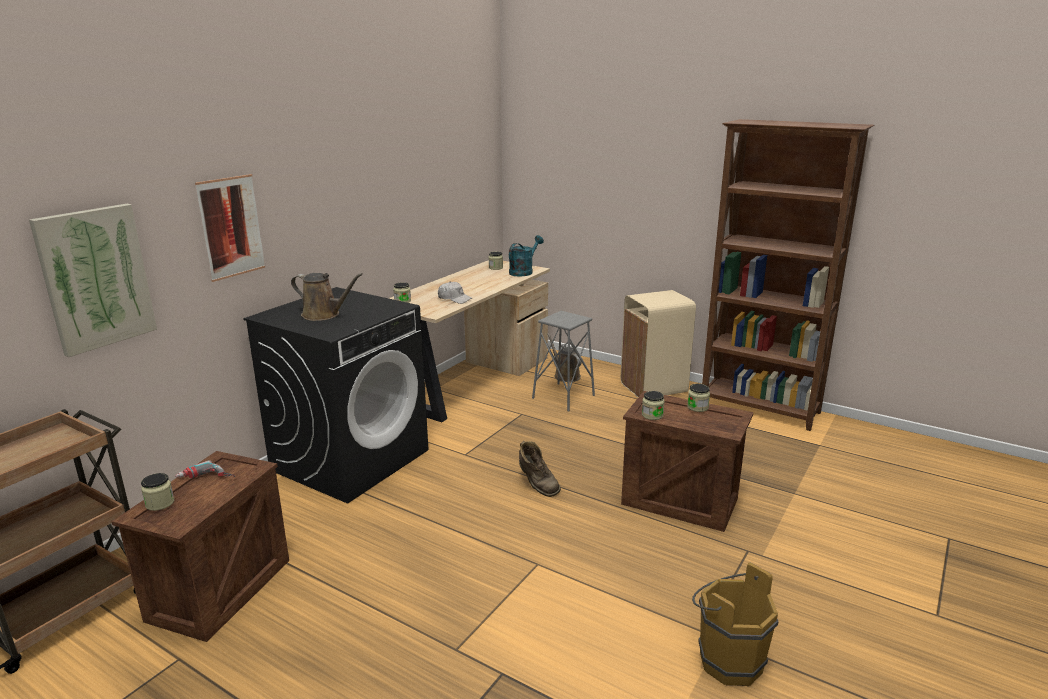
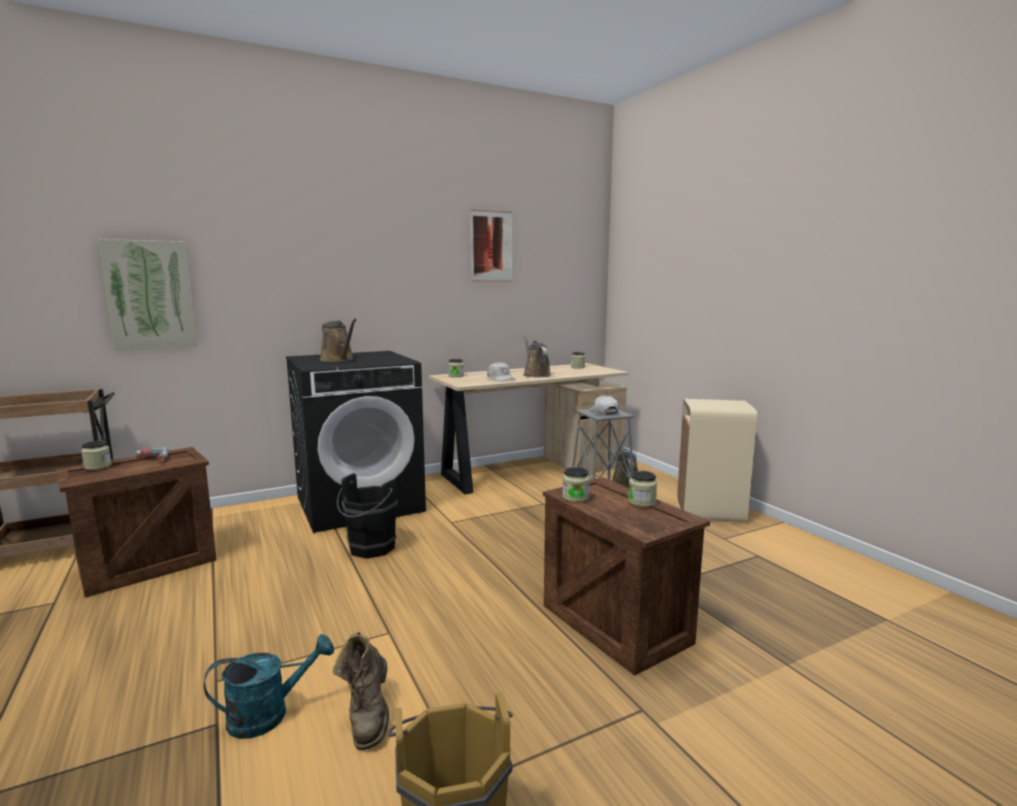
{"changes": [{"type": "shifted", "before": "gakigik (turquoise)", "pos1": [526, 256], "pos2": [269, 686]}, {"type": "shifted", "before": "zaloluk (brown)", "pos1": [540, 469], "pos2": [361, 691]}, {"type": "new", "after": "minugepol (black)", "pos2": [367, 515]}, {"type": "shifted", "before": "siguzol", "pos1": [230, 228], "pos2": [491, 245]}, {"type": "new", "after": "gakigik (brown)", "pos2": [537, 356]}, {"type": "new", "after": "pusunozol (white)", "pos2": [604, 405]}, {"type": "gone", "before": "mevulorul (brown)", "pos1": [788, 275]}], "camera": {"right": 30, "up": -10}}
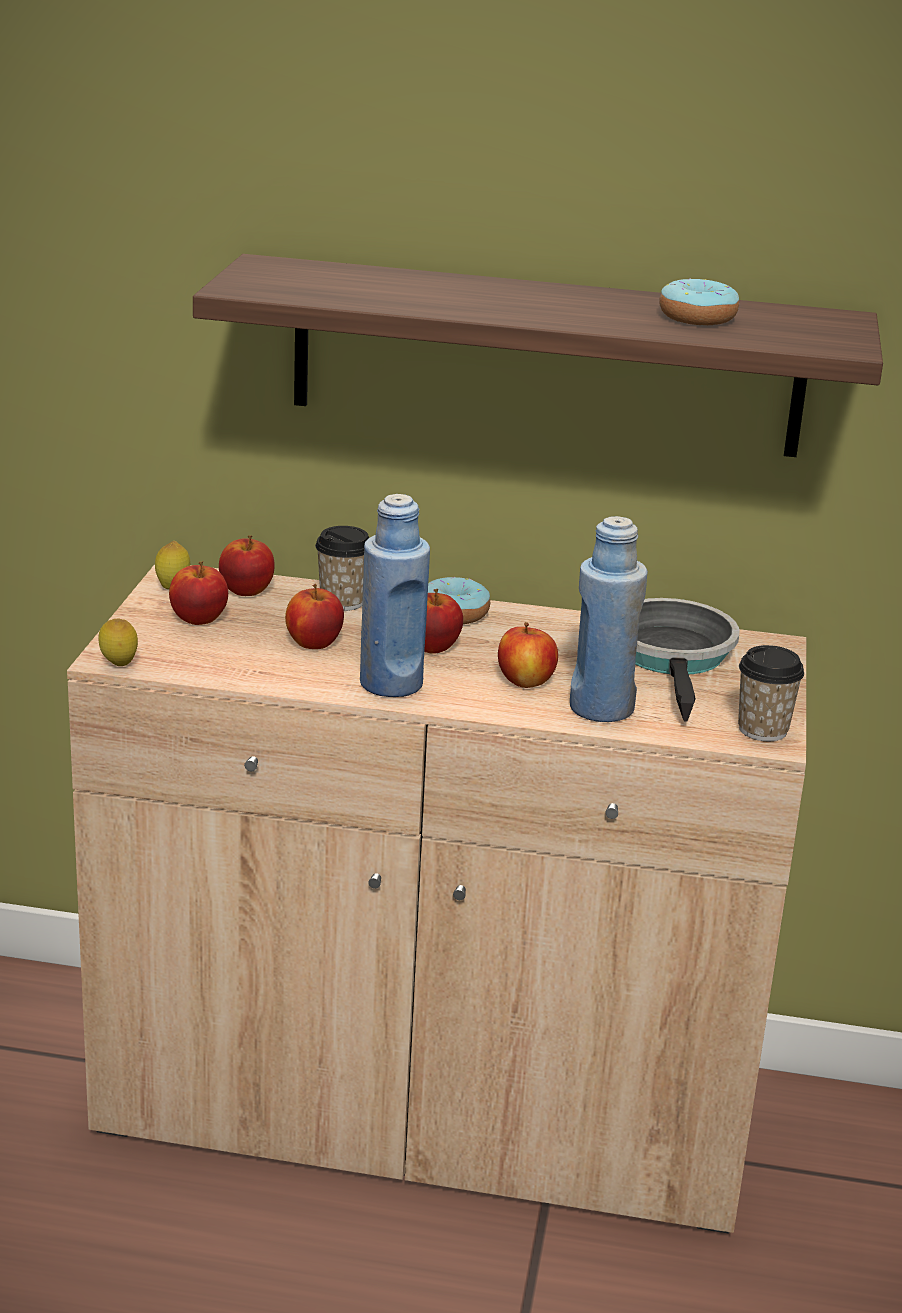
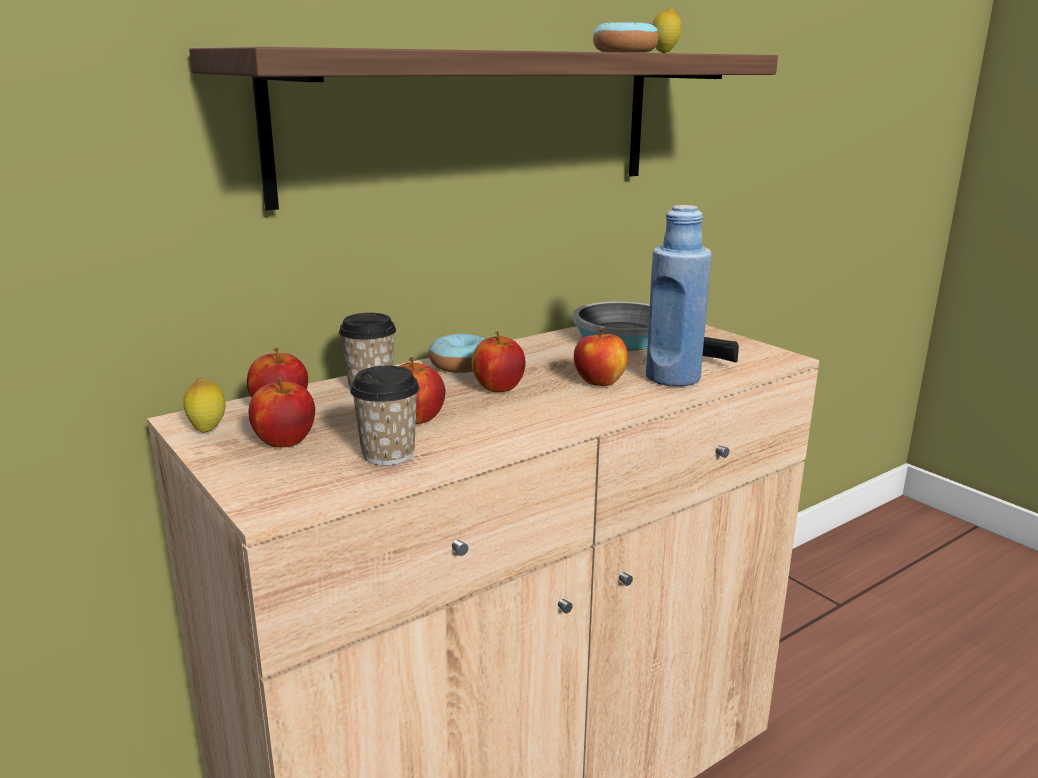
{"changes": [{"type": "shifted", "before": "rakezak", "pos1": [771, 693], "pos2": [384, 415]}, {"type": "shifted", "before": "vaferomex", "pos1": [118, 642], "pos2": [667, 30]}, {"type": "gone", "before": "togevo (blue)", "pos1": [395, 595]}], "camera": {"right": -45, "up": -5}}
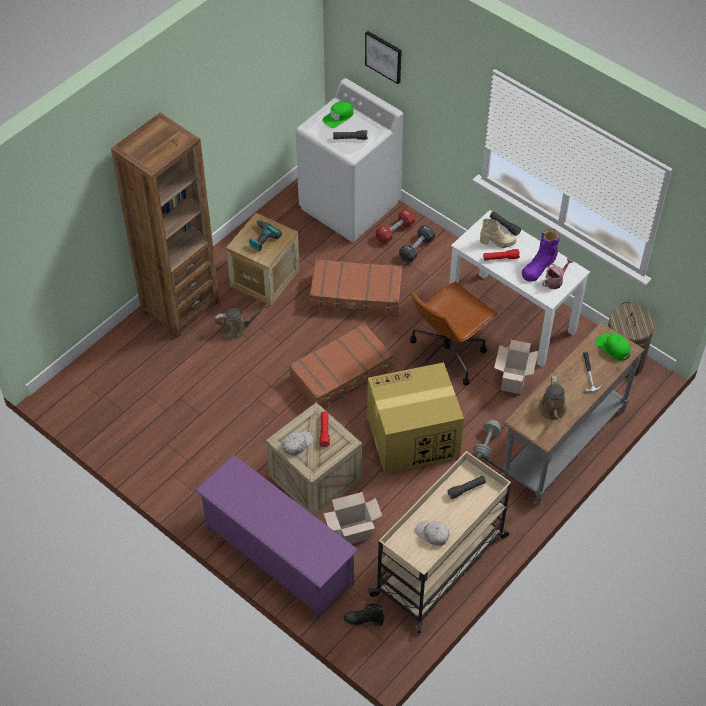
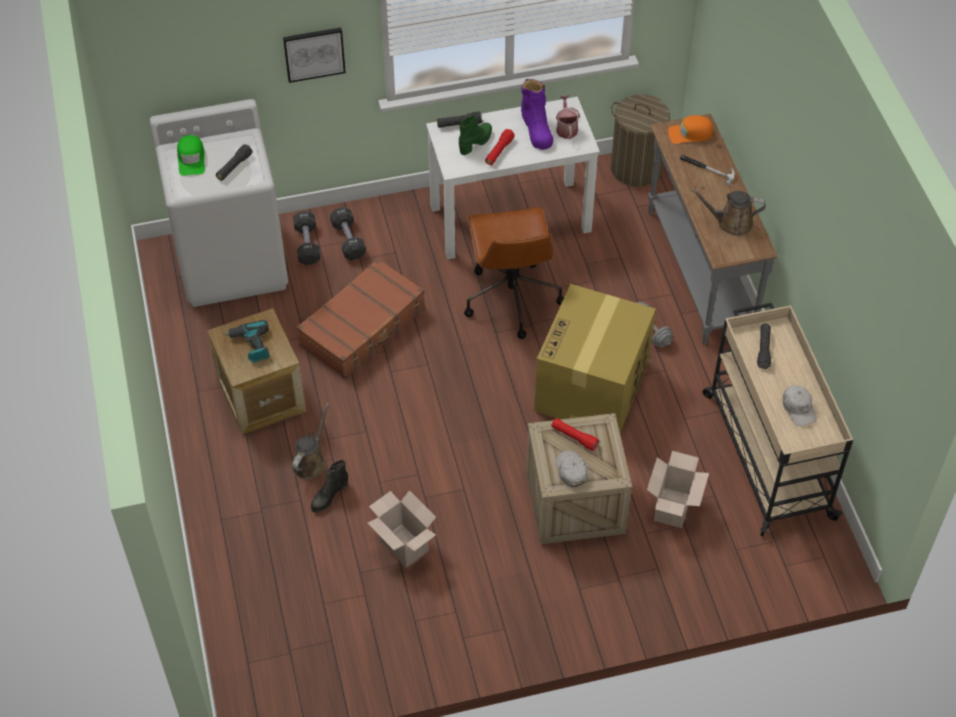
{"changes": [{"type": "shifted", "before": "siguzol", "pos1": [383, 57], "pos2": [314, 55]}, {"type": "repainted", "before": "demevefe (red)", "after": "demevefe (black)", "pos1": [395, 226], "pos2": [306, 238]}, {"type": "shifted", "before": "zaloluk (black)", "pos1": [363, 614], "pos2": [329, 486]}, {"type": "shifted", "before": "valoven", "pos1": [516, 367], "pos2": [402, 528]}, {"type": "repainted", "before": "zaloluk (beige)", "after": "zaloluk (green)", "pos1": [498, 233], "pos2": [475, 135]}, {"type": "repainted", "before": "pusunozol (green)", "after": "pusunozol (orange)", "pos1": [612, 347], "pos2": [690, 129]}, {"type": "rotated", "before": "gakigik (brown)", "pos1": [552, 399], "pos2": [728, 212], "turn": 150}, {"type": "rotated", "before": "pusunozol (white)", "pos1": [432, 533], "pos2": [800, 405], "turn": -90}, {"type": "gone", "before": "mevulorul (brown)", "pos1": [165, 225]}, {"type": "gone", "before": "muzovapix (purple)", "pos1": [276, 536]}, {"type": "gone", "before": "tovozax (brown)", "pos1": [341, 365]}], "camera": {"right": -55, "up": 0}}
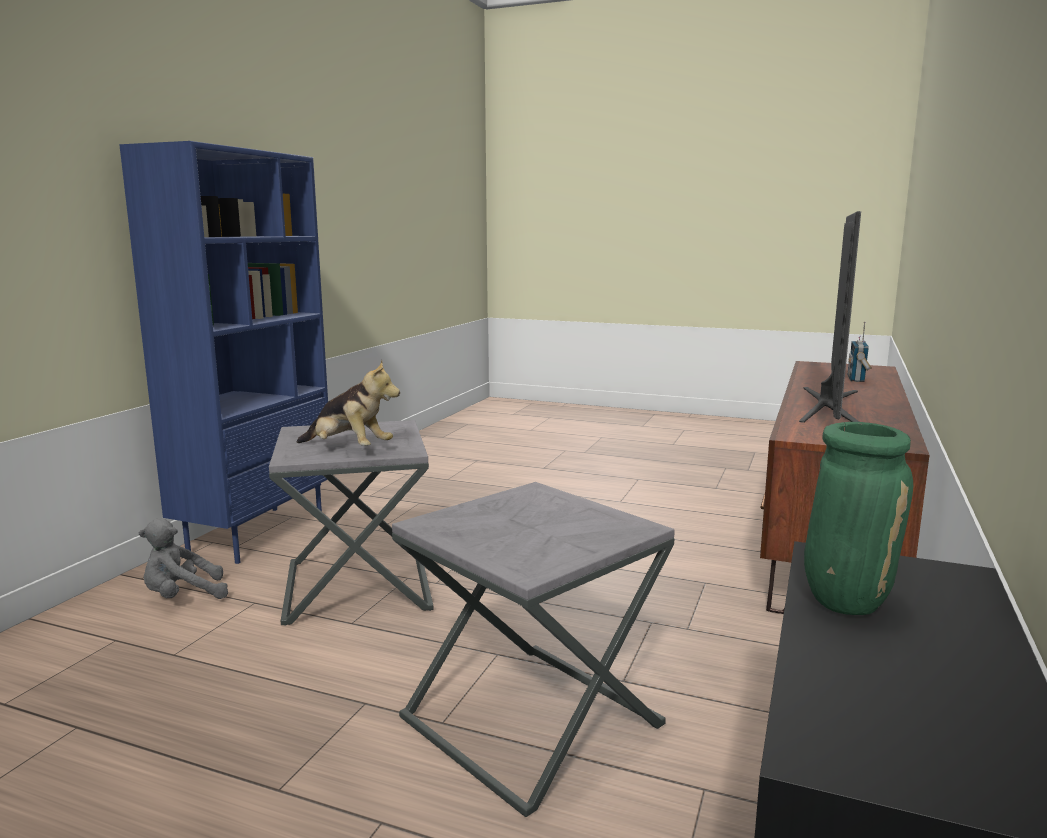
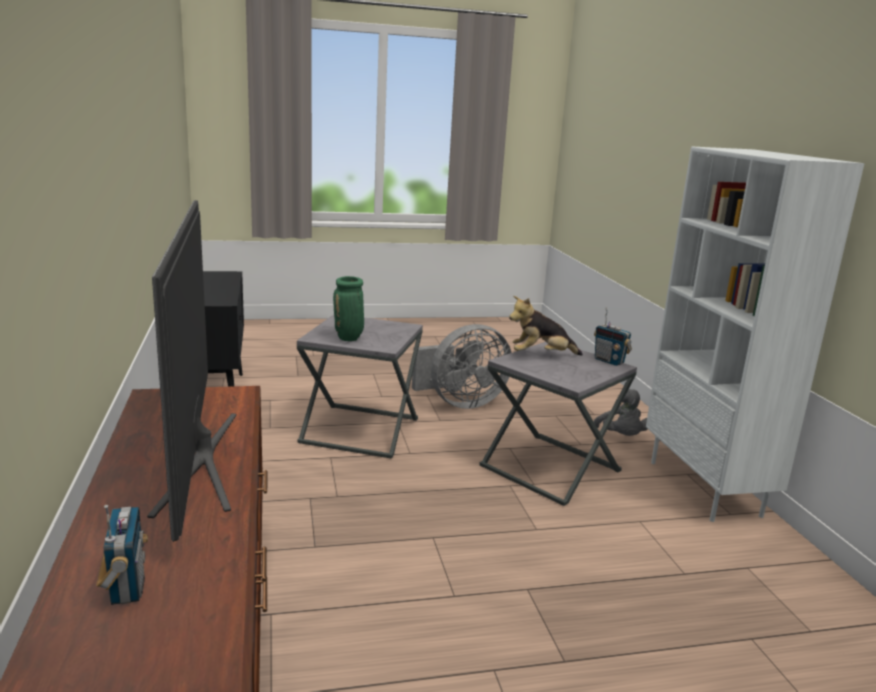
{"changes": [{"type": "shifted", "before": "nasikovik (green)", "pos1": [858, 518], "pos2": [348, 308]}, {"type": "new", "after": "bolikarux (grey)", "pos2": [462, 366]}, {"type": "new", "after": "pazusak", "pos2": [613, 336]}, {"type": "rotated", "before": "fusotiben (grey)", "pos1": [183, 558], "pos2": [621, 412], "turn": 135}, {"type": "repainted", "before": "mevulorul (blue)", "after": "mevulorul (white)", "pos1": [223, 352], "pos2": [755, 334]}], "camera": {"right": 145, "up": 5}}
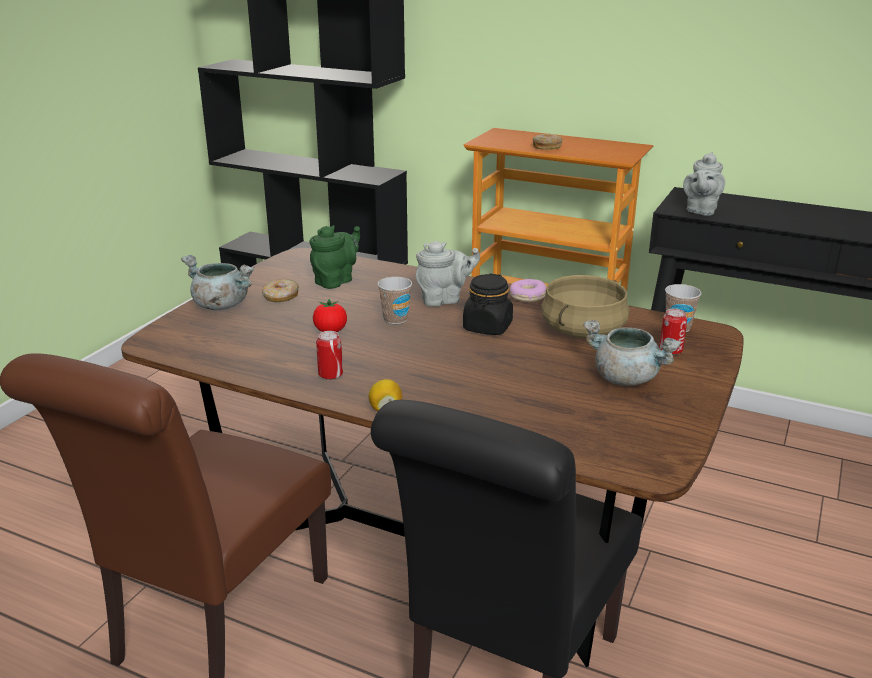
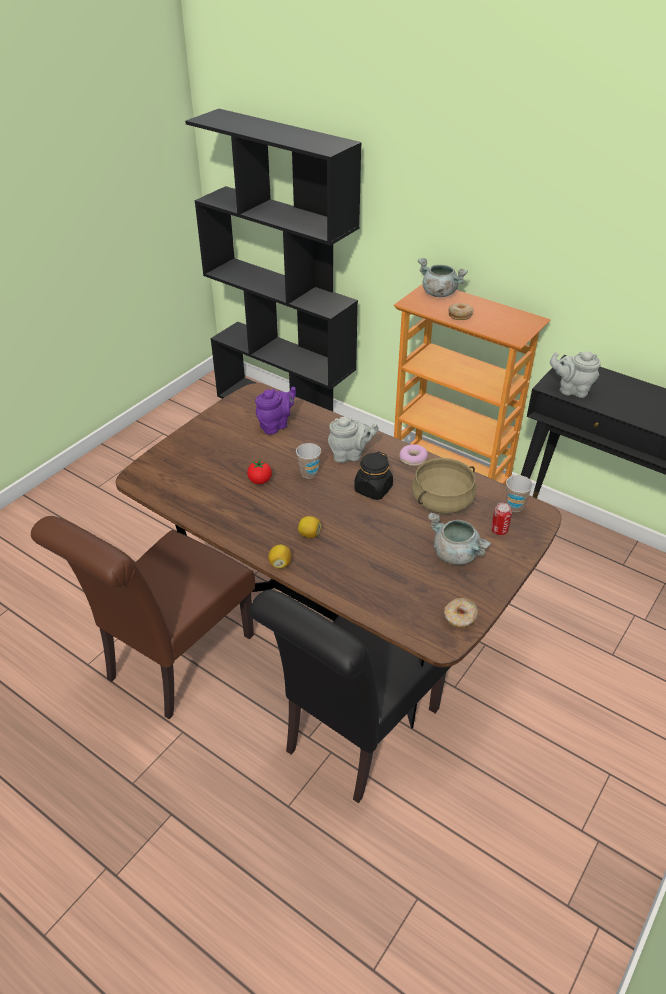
{"changes": [{"type": "repainted", "before": "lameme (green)", "after": "lameme (purple)", "pos1": [334, 257], "pos2": [275, 411]}, {"type": "new", "after": "vaferomex", "pos2": [309, 527]}, {"type": "shifted", "before": "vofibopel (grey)", "pos1": [217, 282], "pos2": [443, 277]}, {"type": "shifted", "before": "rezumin", "pos1": [280, 290], "pos2": [461, 613]}, {"type": "rotated", "before": "lameme (grey)", "pos1": [704, 184], "pos2": [575, 374], "turn": 75}, {"type": "gone", "before": "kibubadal", "pos1": [329, 355]}], "camera": {"right": 10, "up": 15}}
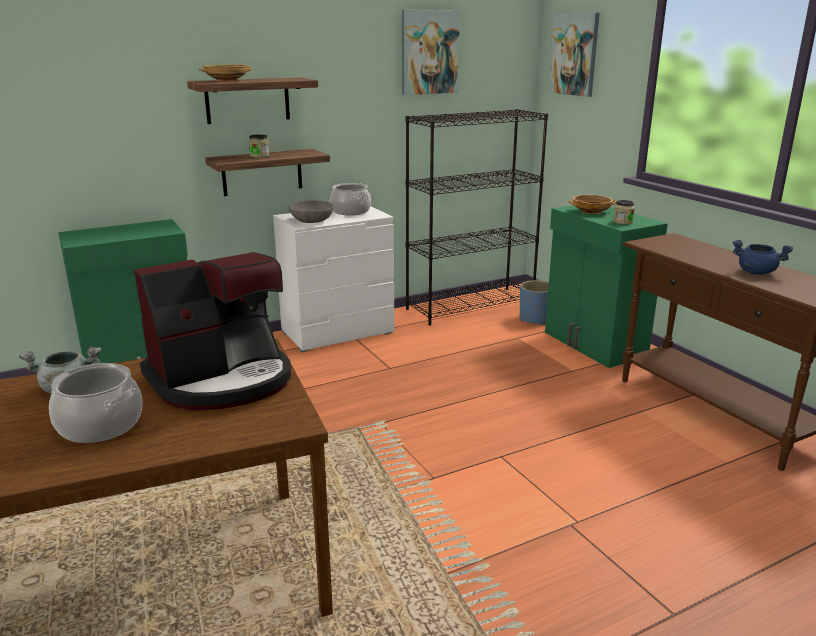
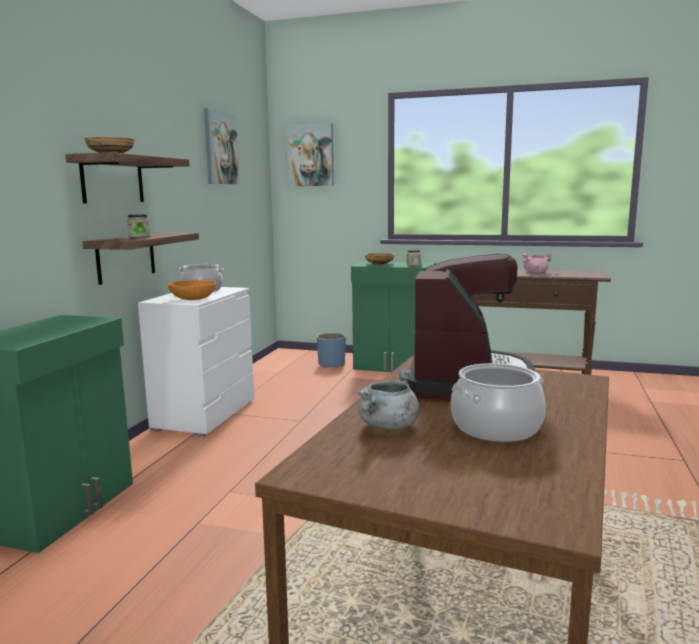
{"changes": [{"type": "repainted", "before": "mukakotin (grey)", "after": "mukakotin (orange)", "pos1": [311, 211], "pos2": [192, 290]}, {"type": "repainted", "before": "vofibopel (blue)", "after": "vofibopel (pink)", "pos1": [763, 257], "pos2": [537, 262]}, {"type": "gone", "before": "mevulorul (black)", "pos1": [476, 217]}], "camera": {"right": -45, "up": -10}}
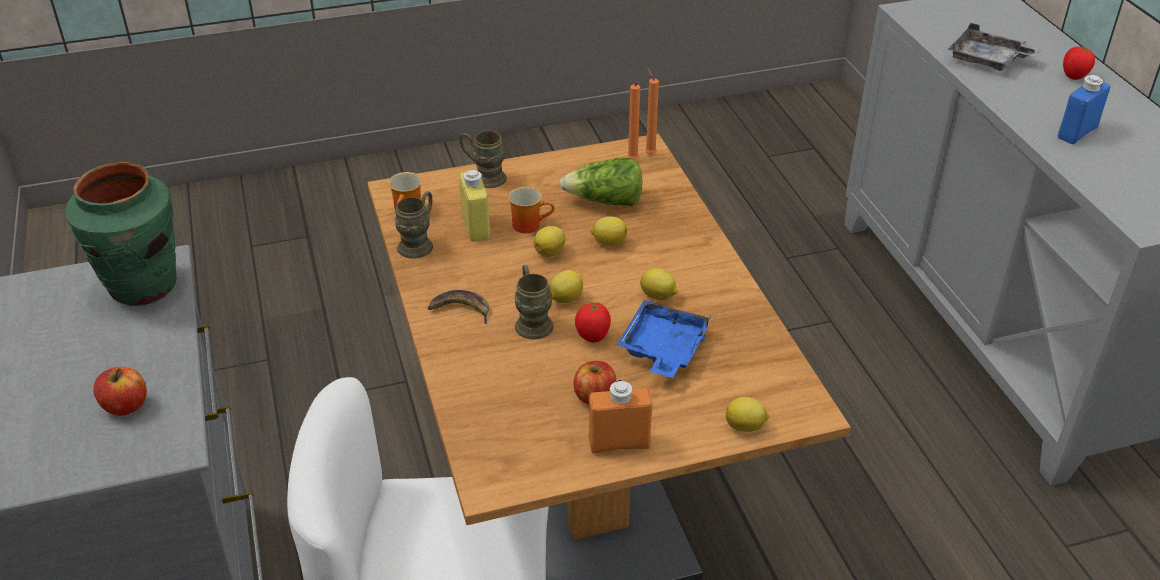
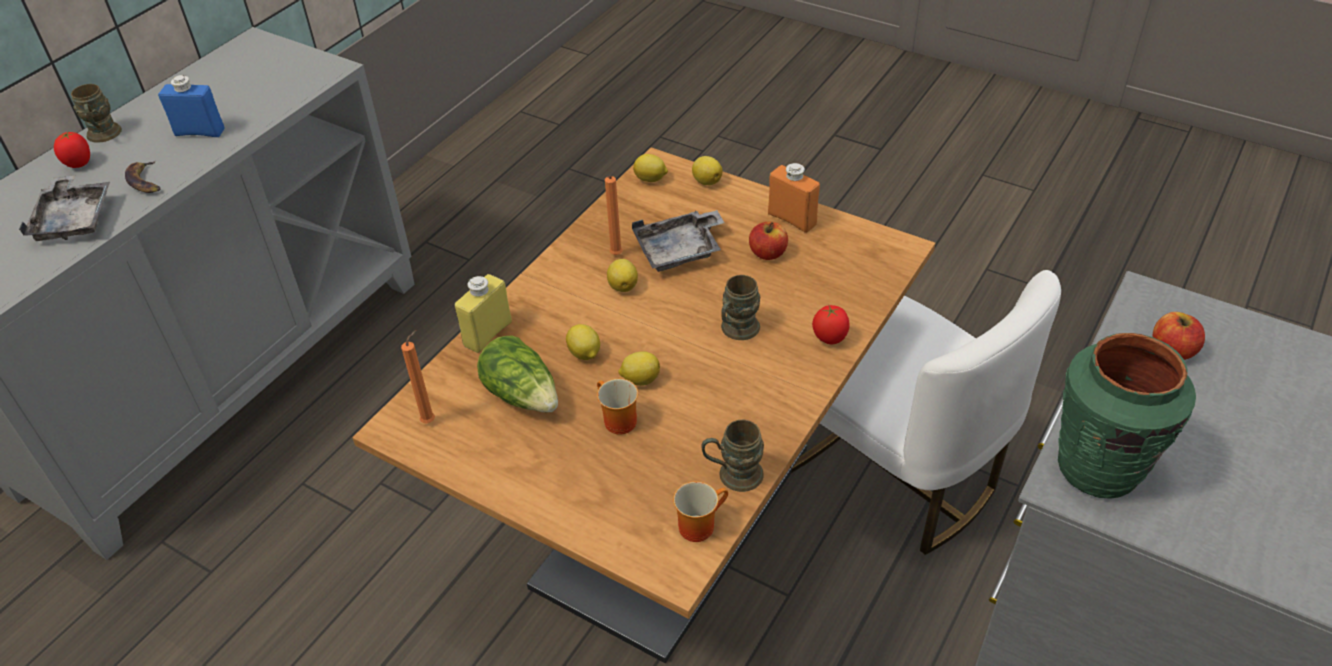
{"changes": [{"type": "shifted", "before": "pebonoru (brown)", "pos1": [483, 159], "pos2": [96, 113]}, {"type": "shifted", "before": "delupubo", "pos1": [458, 307], "pos2": [143, 176]}, {"type": "shifted", "before": "togevo (yellow)", "pos1": [474, 206], "pos2": [483, 313]}, {"type": "shifted", "before": "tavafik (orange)", "pos1": [652, 111], "pos2": [614, 215]}, {"type": "repainted", "before": "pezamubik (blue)", "after": "pezamubik (grey)", "pos1": [664, 339], "pos2": [678, 241]}, {"type": "shifted", "before": "vaferomex", "pos1": [566, 286], "pos2": [650, 168]}, {"type": "shifted", "before": "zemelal", "pos1": [593, 323], "pos2": [831, 324]}], "camera": {"right": -130, "up": 5}}
